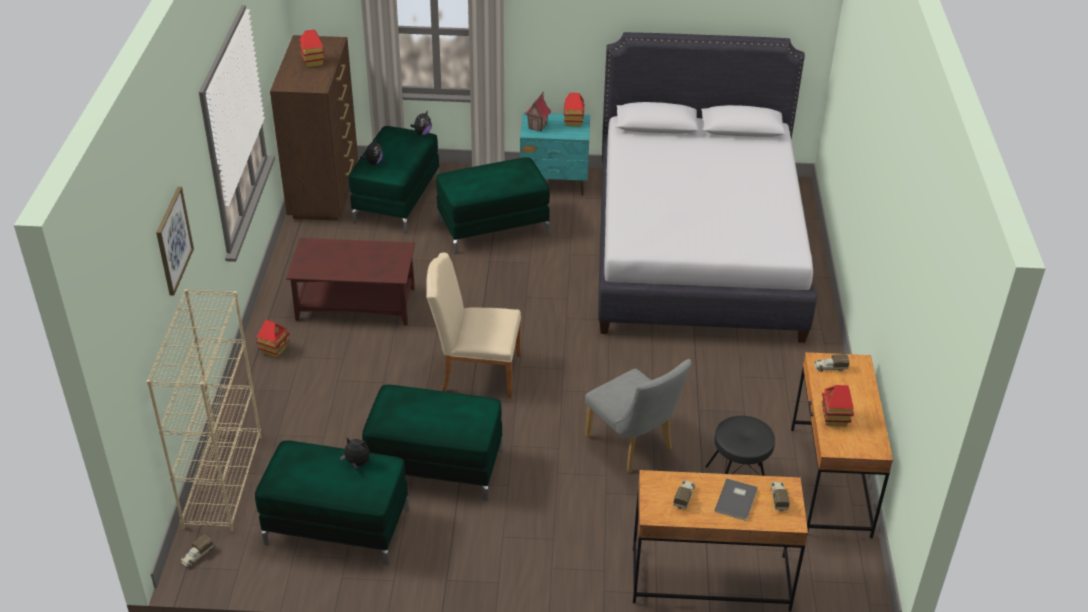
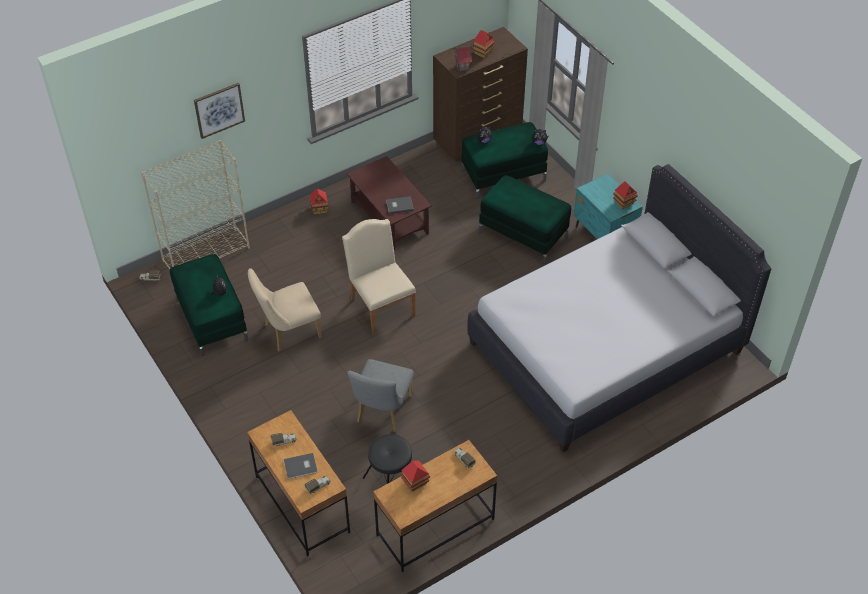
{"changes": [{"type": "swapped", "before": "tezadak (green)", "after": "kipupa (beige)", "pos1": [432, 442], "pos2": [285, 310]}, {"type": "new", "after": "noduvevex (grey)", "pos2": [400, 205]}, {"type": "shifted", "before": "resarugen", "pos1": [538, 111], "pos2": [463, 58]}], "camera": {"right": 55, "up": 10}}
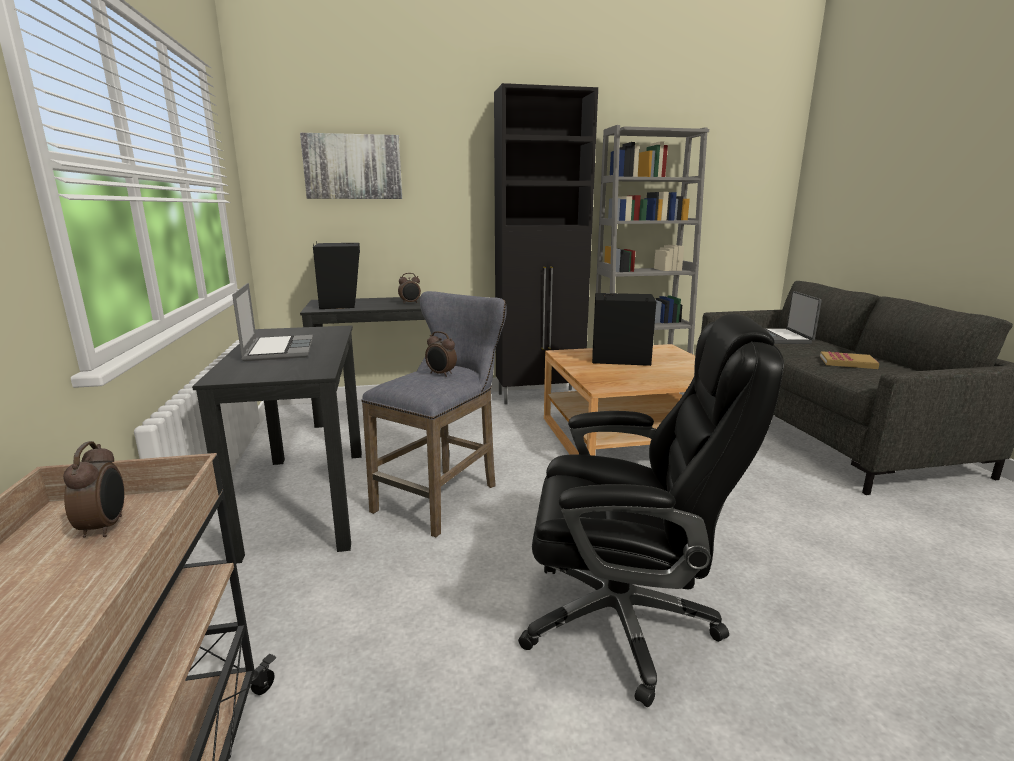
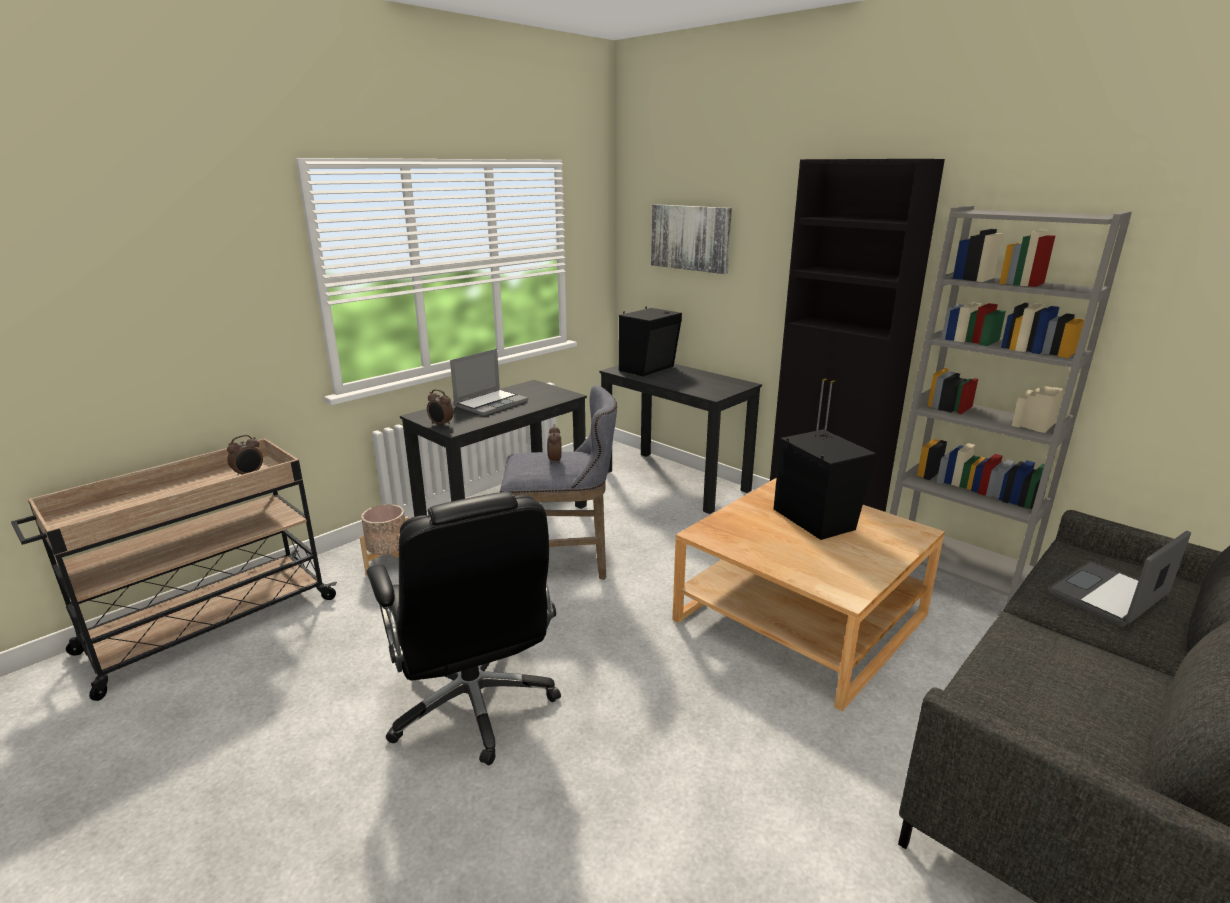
{"changes": [{"type": "new", "after": "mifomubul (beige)", "pos2": [384, 540]}, {"type": "shifted", "before": "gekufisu", "pos1": [409, 288], "pos2": [440, 408]}, {"type": "gone", "before": "noduvevex", "pos1": [849, 360]}], "camera": {"right": 55, "up": 5}}
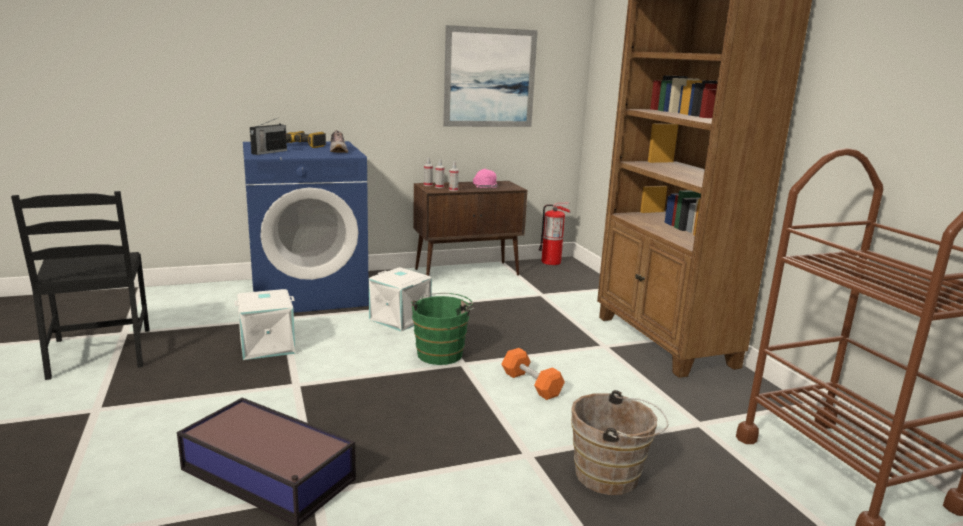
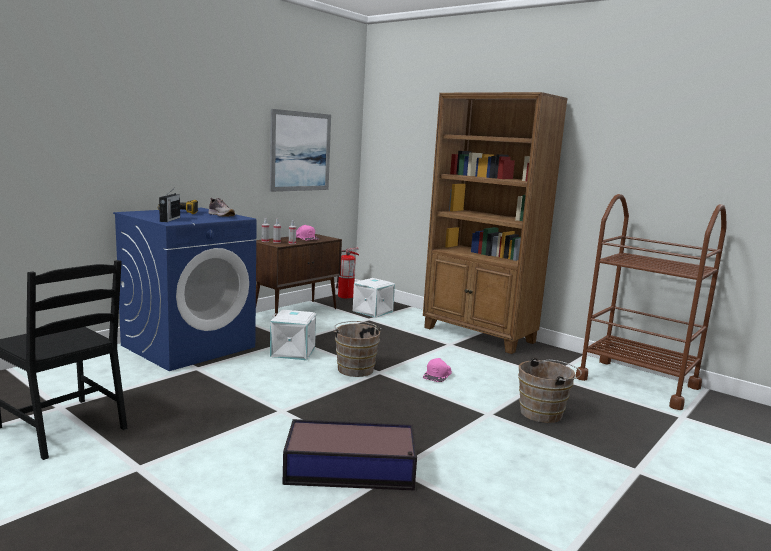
{"changes": [{"type": "repainted", "before": "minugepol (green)", "after": "minugepol (brown)", "pos1": [442, 329], "pos2": [357, 349]}, {"type": "shifted", "before": "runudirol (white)", "pos1": [265, 324], "pos2": [374, 298]}, {"type": "swapped", "before": "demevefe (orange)", "after": "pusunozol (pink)", "pos1": [533, 374], "pos2": [437, 370]}], "camera": {"right": -30, "up": -5}}
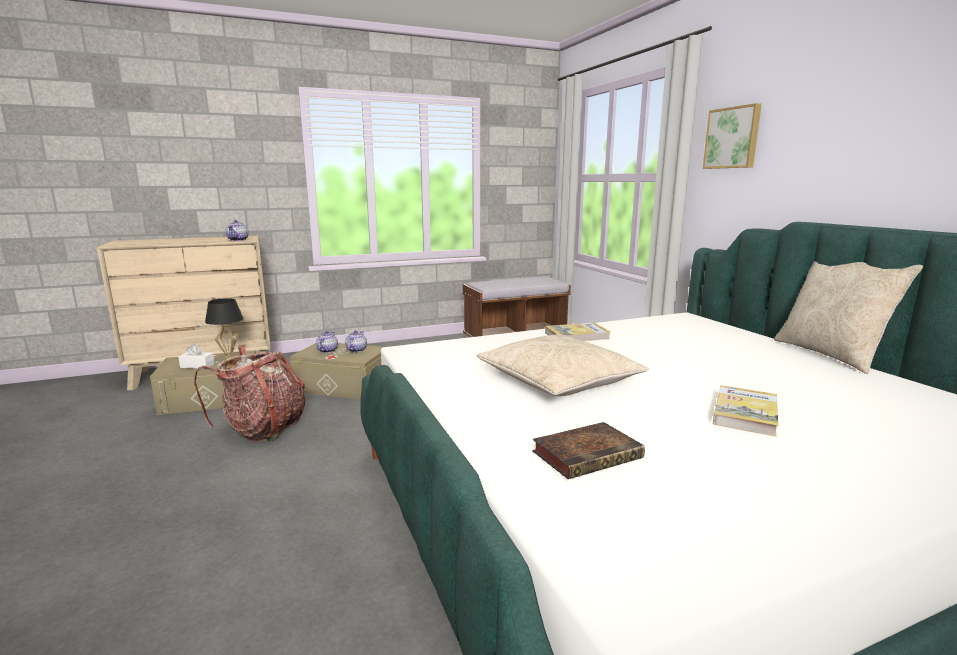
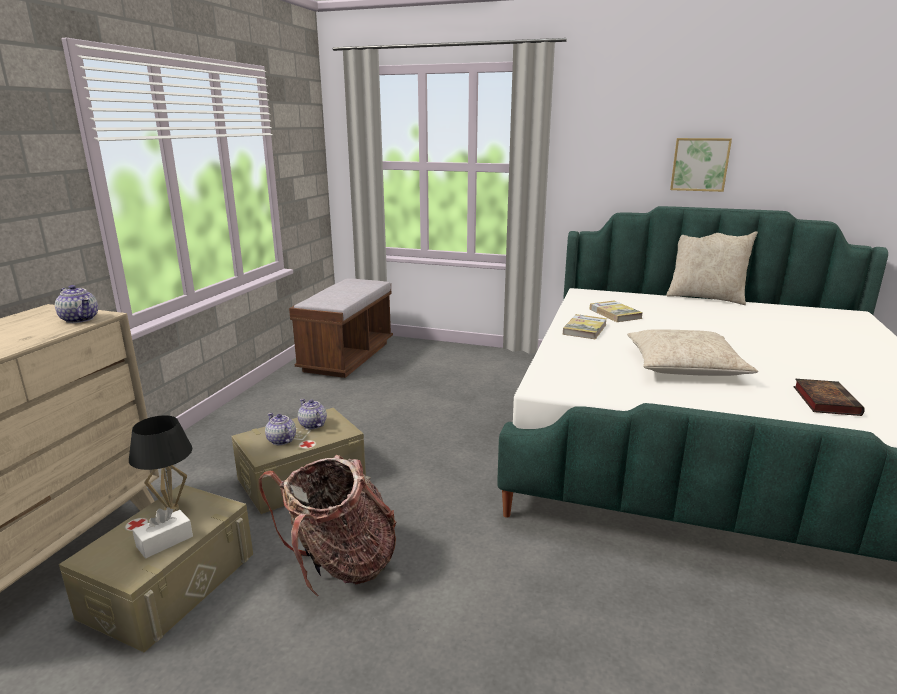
{"changes": [{"type": "shifted", "before": "noduvevex", "pos1": [745, 411], "pos2": [616, 311]}, {"type": "shifted", "before": "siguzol", "pos1": [732, 136], "pos2": [701, 165]}], "camera": {"right": -50, "up": 5}}
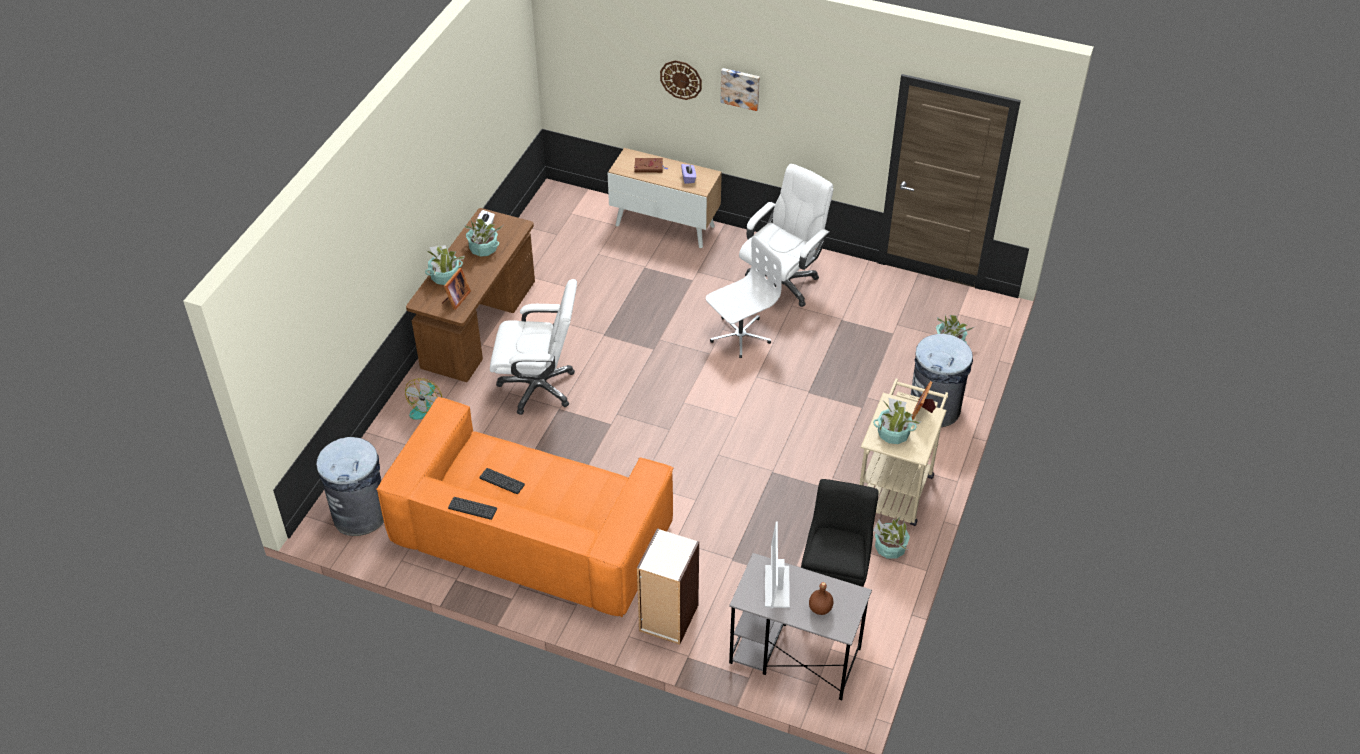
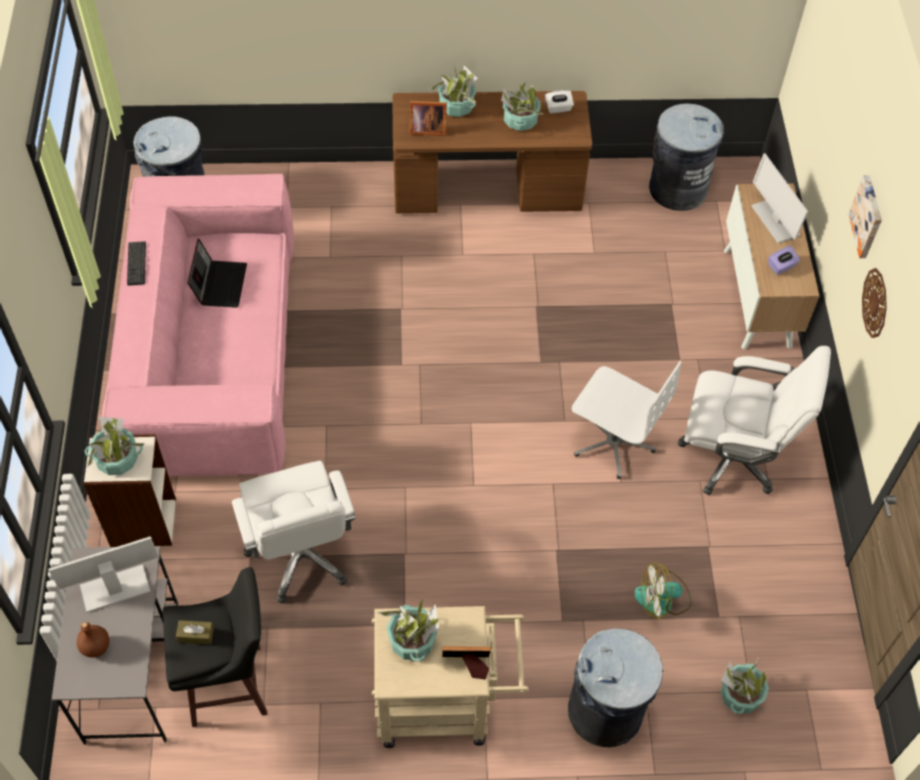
{"changes": [{"type": "shifted", "before": "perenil", "pos1": [891, 538], "pos2": [114, 446]}, {"type": "repainted", "before": "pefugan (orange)", "after": "pefugan (pink)", "pos1": [525, 507], "pos2": [198, 325]}, {"type": "new", "after": "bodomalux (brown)", "pos2": [195, 632]}, {"type": "swapped", "before": "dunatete", "after": "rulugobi", "pos1": [502, 481], "pos2": [217, 273]}, {"type": "shifted", "before": "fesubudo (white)", "pos1": [533, 347], "pos2": [294, 532]}, {"type": "shifted", "before": "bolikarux", "pos1": [423, 399], "pos2": [663, 590]}, {"type": "new", "after": "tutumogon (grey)", "pos2": [686, 157]}, {"type": "swapped", "before": "noduvevex (brown)", "after": "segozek", "pos1": [651, 165], "pos2": [780, 198]}, {"type": "shifted", "before": "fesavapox", "pos1": [681, 80], "pos2": [874, 303]}], "camera": {"right": 65, "up": 10}}
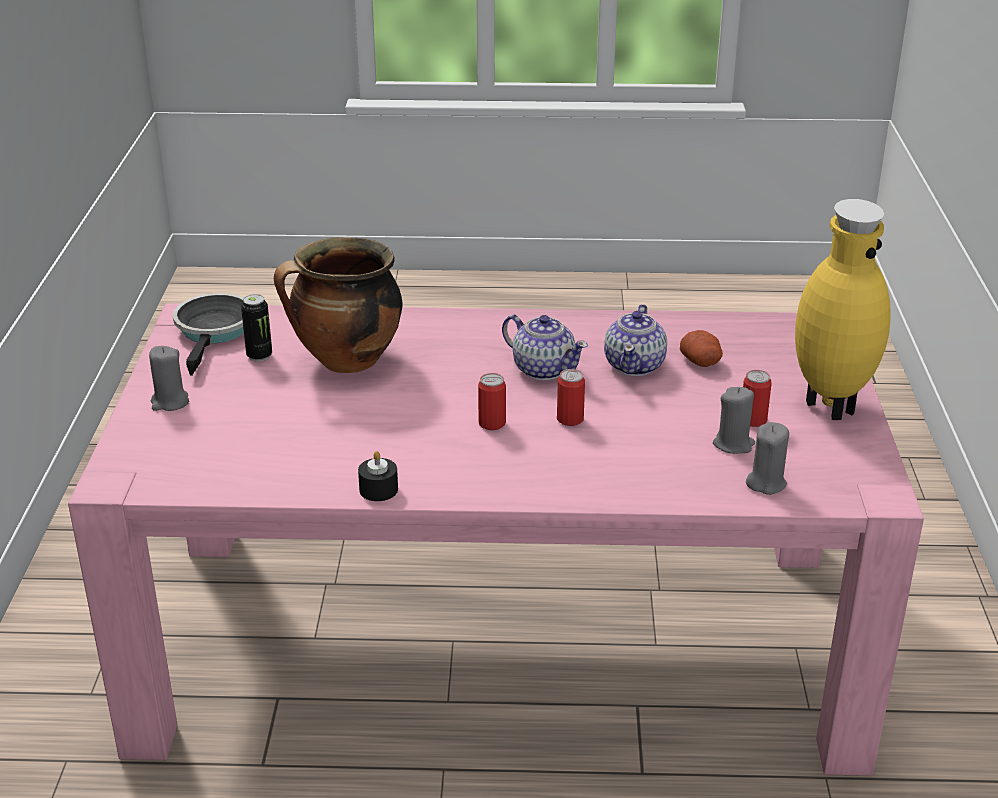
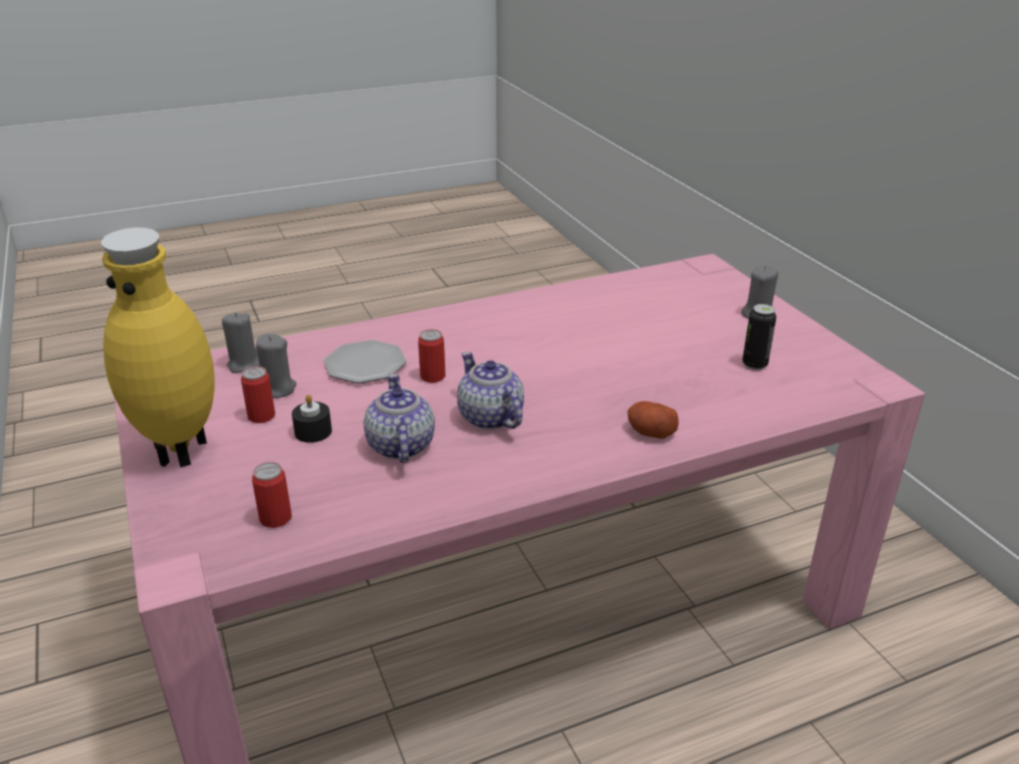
{"changes": [{"type": "shifted", "before": "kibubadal", "pos1": [492, 401], "pos2": [272, 495]}, {"type": "shifted", "before": "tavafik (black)", "pos1": [378, 476], "pos2": [312, 418]}, {"type": "new", "after": "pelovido", "pos2": [365, 361]}, {"type": "rotated", "before": "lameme", "pos1": [545, 347], "pos2": [490, 391], "turn": 45}, {"type": "shifted", "before": "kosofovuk", "pos1": [701, 348], "pos2": [653, 420]}, {"type": "gone", "before": "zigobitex", "pos1": [208, 334]}, {"type": "gone", "before": "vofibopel", "pos1": [338, 305]}], "camera": {"right": 155, "up": 0}}
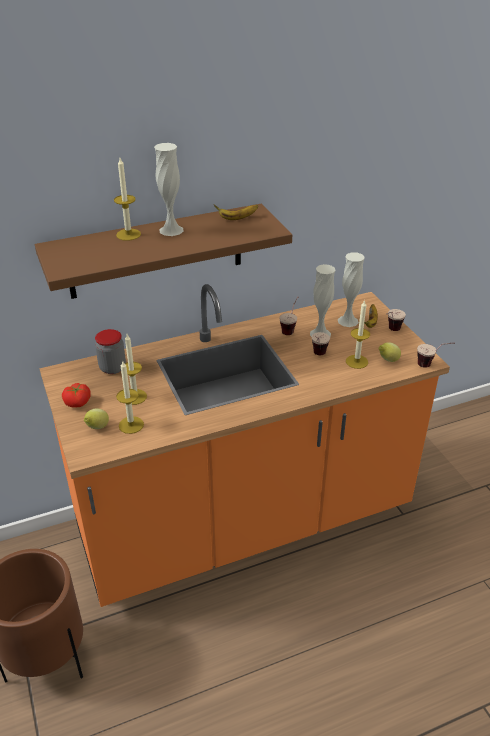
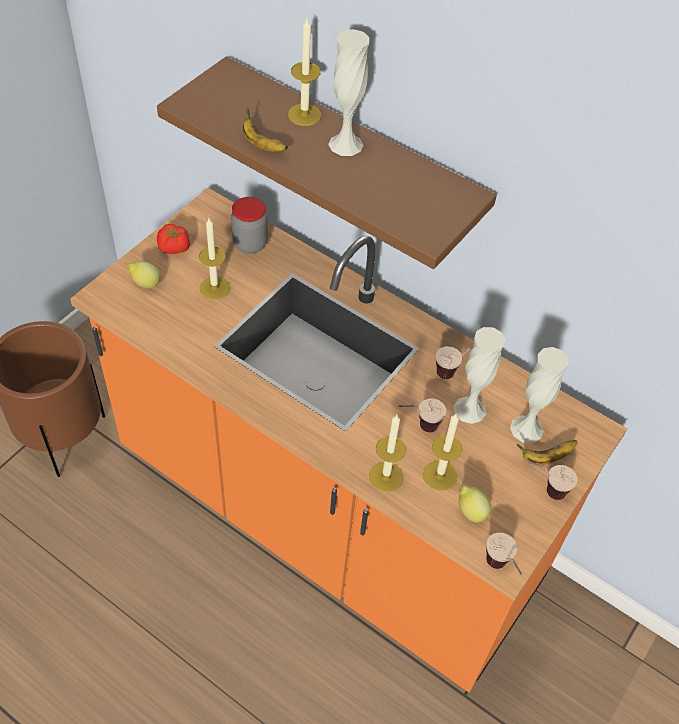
{"changes": [{"type": "shifted", "before": "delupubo", "pos1": [236, 212], "pos2": [265, 130]}, {"type": "shifted", "before": "tavafik", "pos1": [130, 397], "pos2": [387, 453]}], "camera": {"right": 55, "up": 15}}
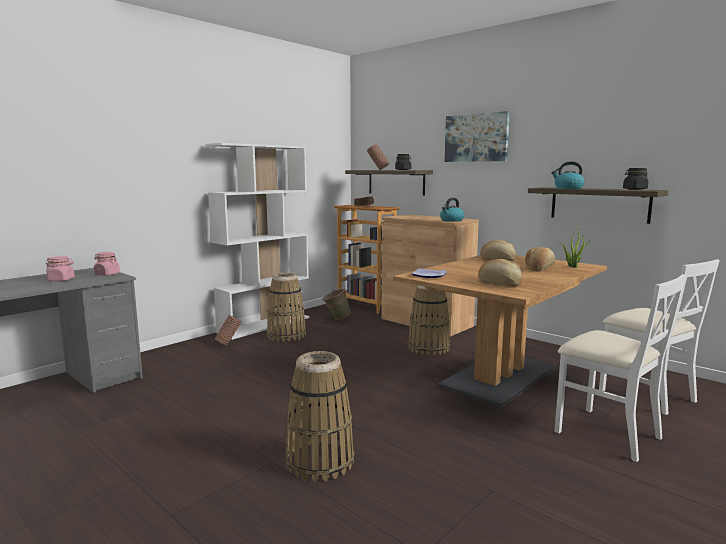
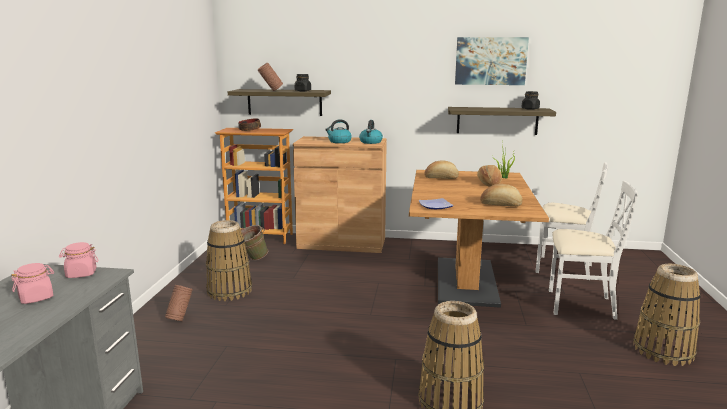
{"changes": [{"type": "shifted", "before": "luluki", "pos1": [568, 175], "pos2": [338, 131]}, {"type": "shifted", "before": "siguzol", "pos1": [477, 136], "pos2": [492, 61]}, {"type": "shifted", "before": "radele", "pos1": [429, 320], "pos2": [667, 315]}, {"type": "gone", "before": "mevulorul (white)", "pos1": [257, 241]}], "camera": {"right": -35, "up": 5}}
